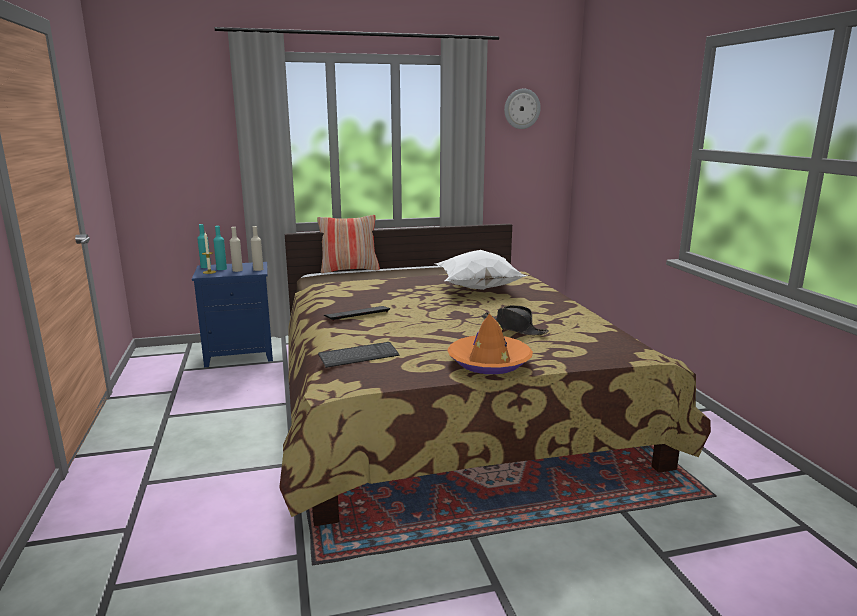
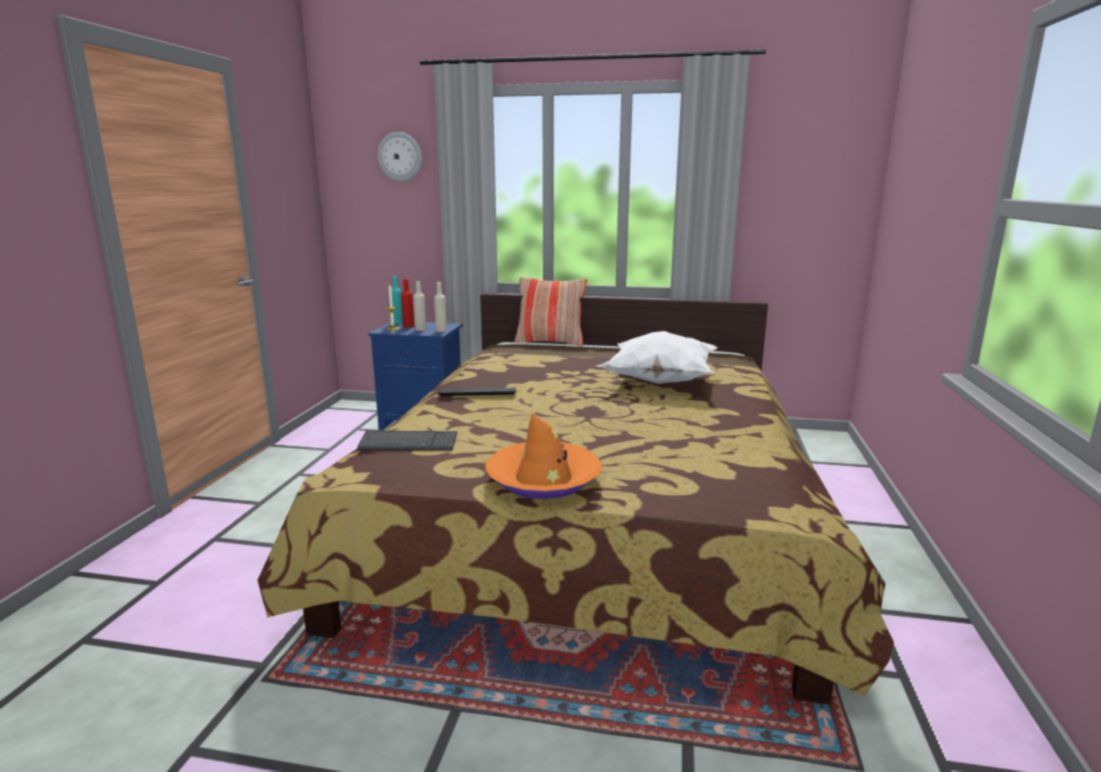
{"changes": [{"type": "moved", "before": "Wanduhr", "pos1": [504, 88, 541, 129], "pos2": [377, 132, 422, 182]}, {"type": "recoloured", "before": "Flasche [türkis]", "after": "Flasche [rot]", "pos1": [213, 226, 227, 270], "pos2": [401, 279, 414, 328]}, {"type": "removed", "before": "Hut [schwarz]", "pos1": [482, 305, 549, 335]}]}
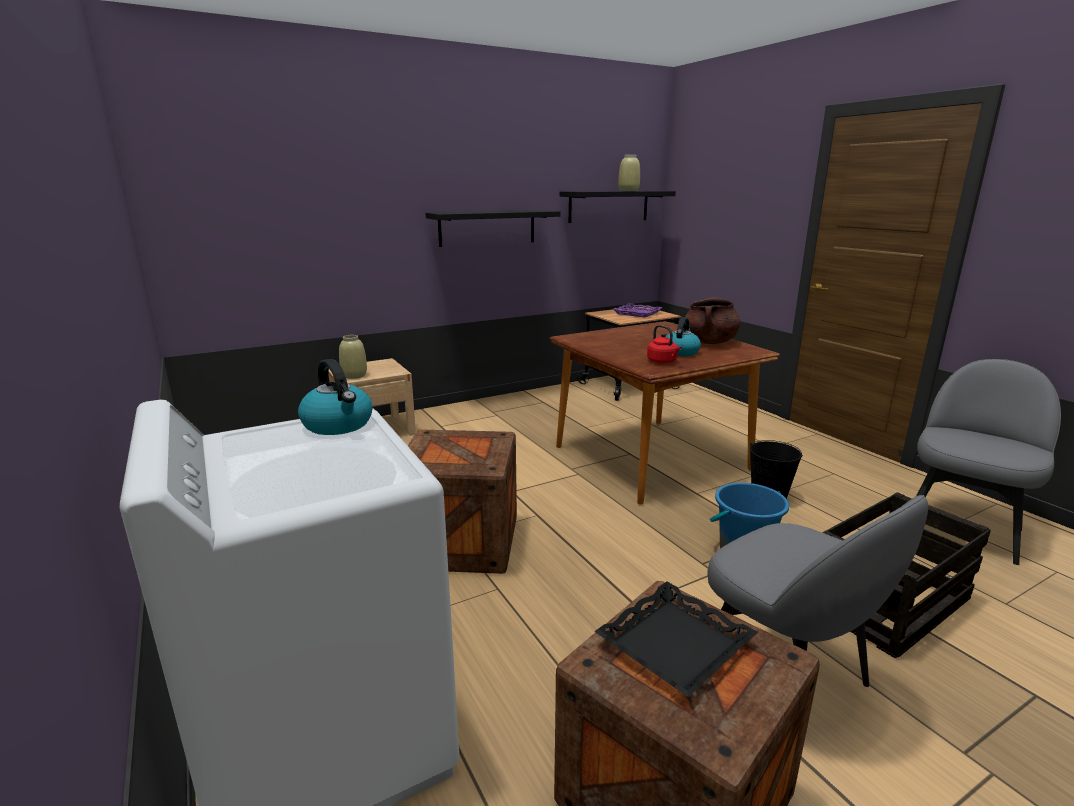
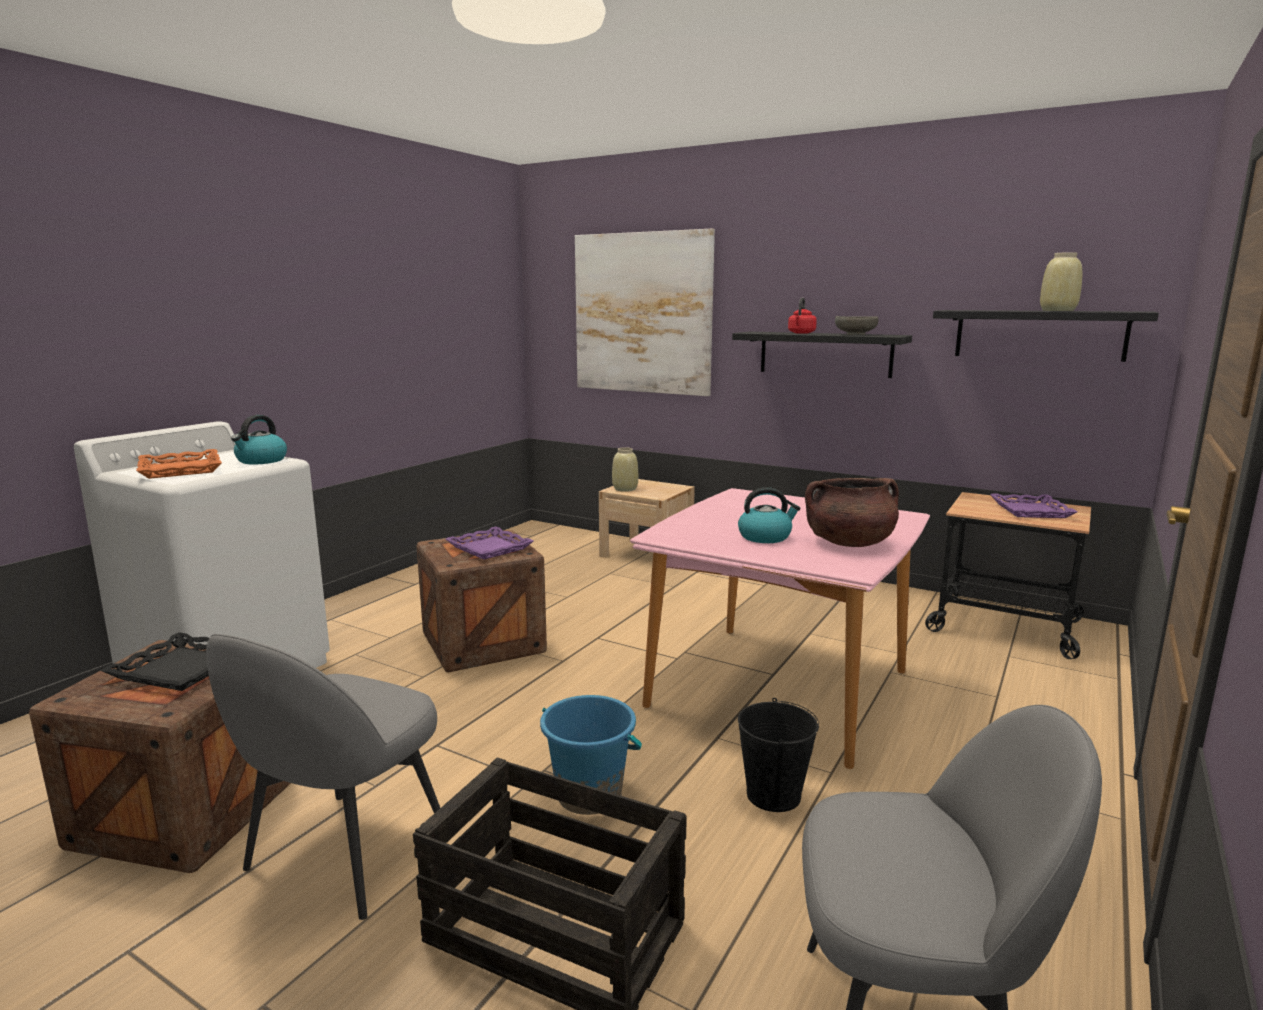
{"changes": [{"type": "recoloured", "before": "Esstisch [braun]", "after": "Esstisch [rosa]", "pos1": [550, 321, 780, 505], "pos2": [630, 488, 930, 769]}, {"type": "moved", "before": "Wasserkessel [rot]", "pos1": [647, 325, 681, 364], "pos2": [788, 298, 817, 334]}, {"type": "added", "after": "Bild", "pos2": [575, 229, 715, 396]}, {"type": "added", "after": "Schüssel [grau]", "pos2": [835, 316, 879, 335]}, {"type": "added", "after": "Tablett [orange]", "pos2": [136, 449, 222, 479]}, {"type": "added", "after": "Tablett [lila]", "pos2": [446, 526, 533, 560]}]}
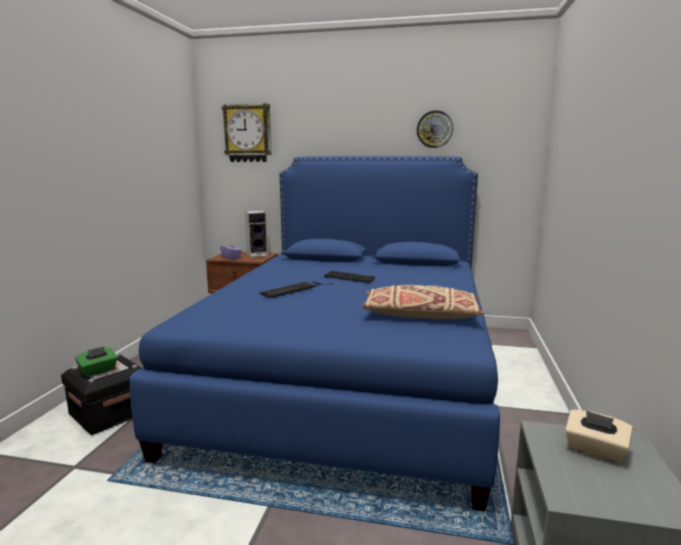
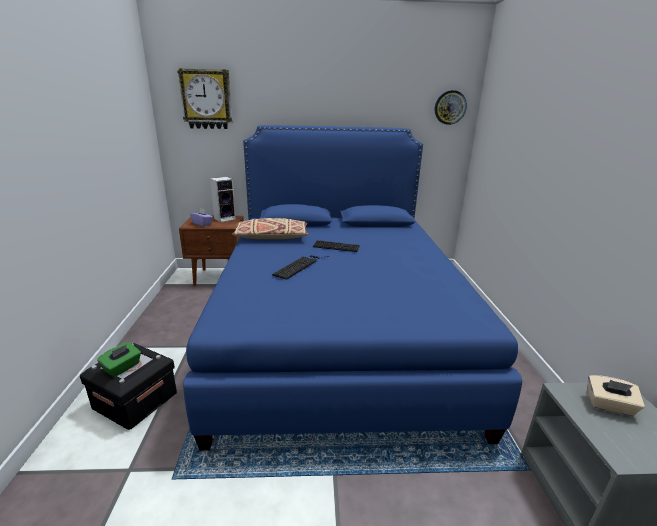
{"changes": [{"type": "moved", "before": "Wanduhr", "pos1": [417, 110, 453, 148], "pos2": [435, 90, 467, 125]}, {"type": "moved", "before": "Kissen [beige]", "pos1": [362, 285, 485, 319], "pos2": [232, 218, 309, 239]}]}
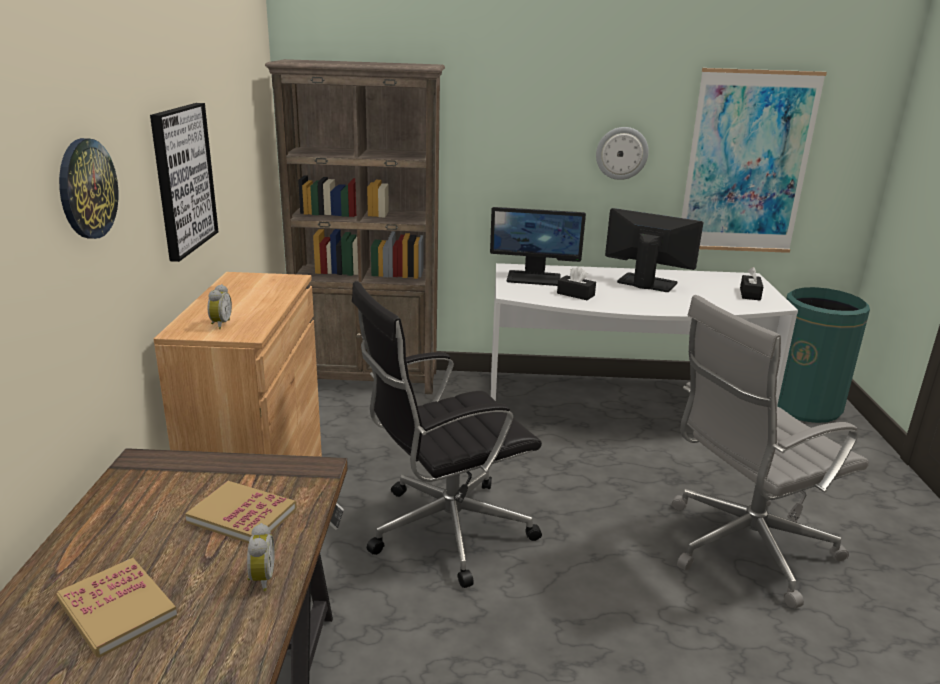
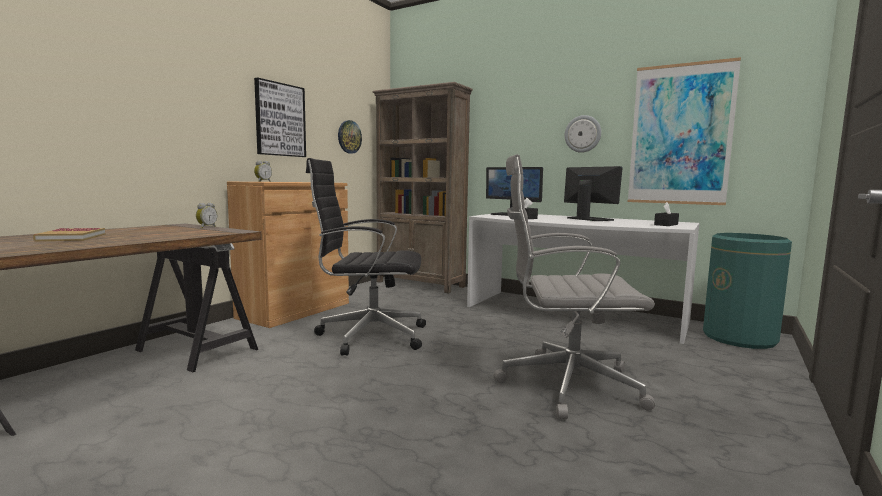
{"changes": [{"type": "moved", "before": "Wanduhr", "pos1": [59, 138, 118, 239], "pos2": [338, 120, 362, 154]}, {"type": "removed", "before": "Buch", "pos1": [185, 481, 297, 543]}, {"type": "moved", "before": "Wecker", "pos1": [247, 523, 275, 591], "pos2": [196, 203, 217, 228]}]}
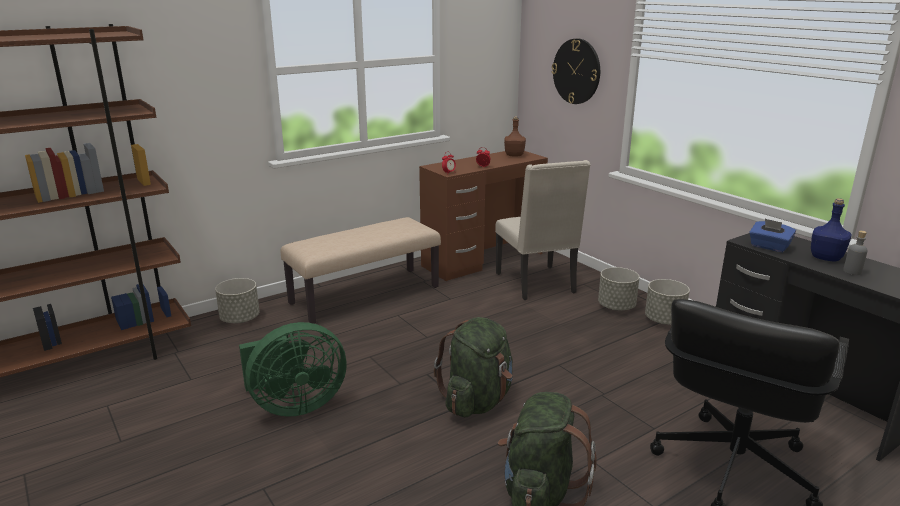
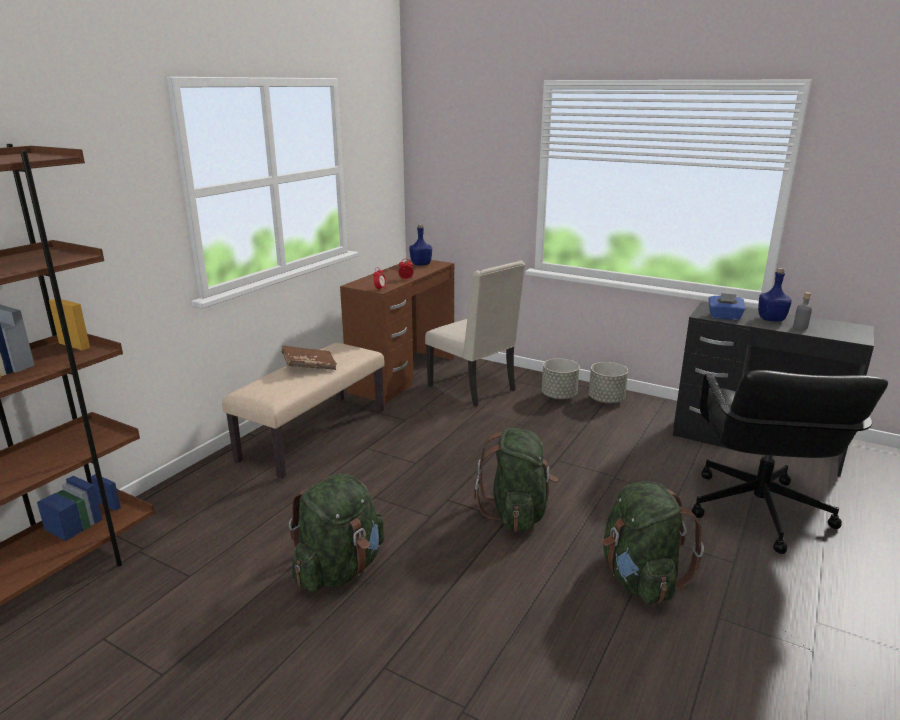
{"changes": [{"type": "removed", "before": "Wanduhr", "pos1": [552, 39, 600, 104]}, {"type": "recoloured", "before": "Flasche [braun]", "after": "Flasche [blau]", "pos1": [504, 116, 526, 156], "pos2": [409, 224, 432, 265]}, {"type": "removed", "before": "Pflanzkübel [grau]", "pos1": [215, 278, 260, 323]}, {"type": "replaced", "before": "Ventilator [grün]", "after": "Rucksack [grün]", "pos1": [239, 322, 347, 417], "pos2": [289, 474, 384, 592]}, {"type": "added", "after": "Buch [braun]", "pos2": [281, 345, 337, 370]}]}
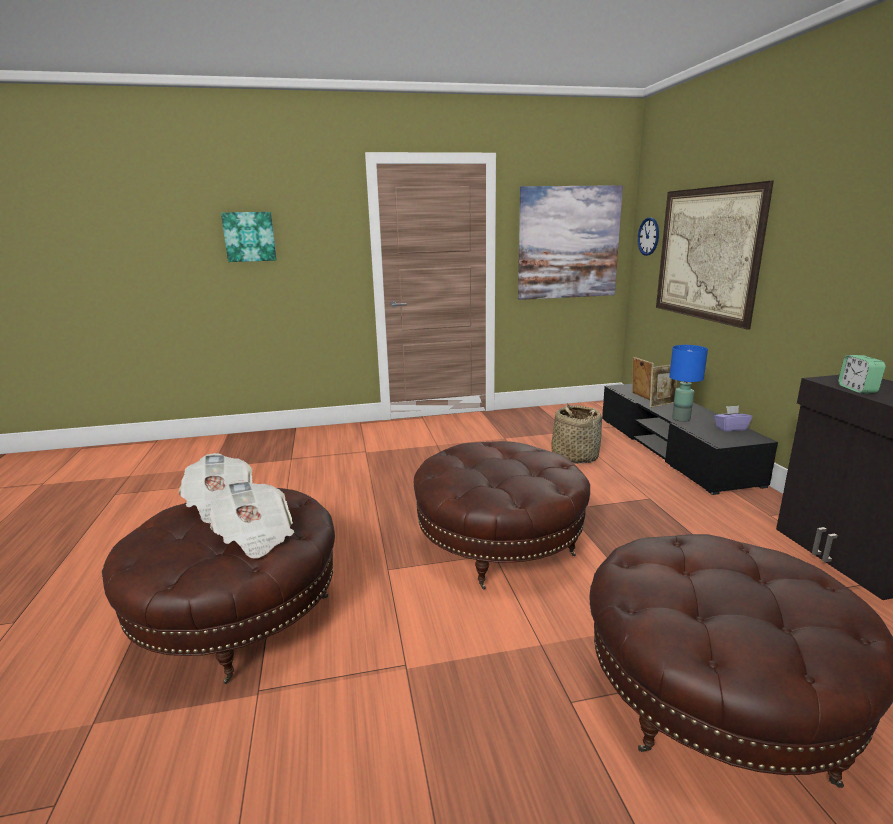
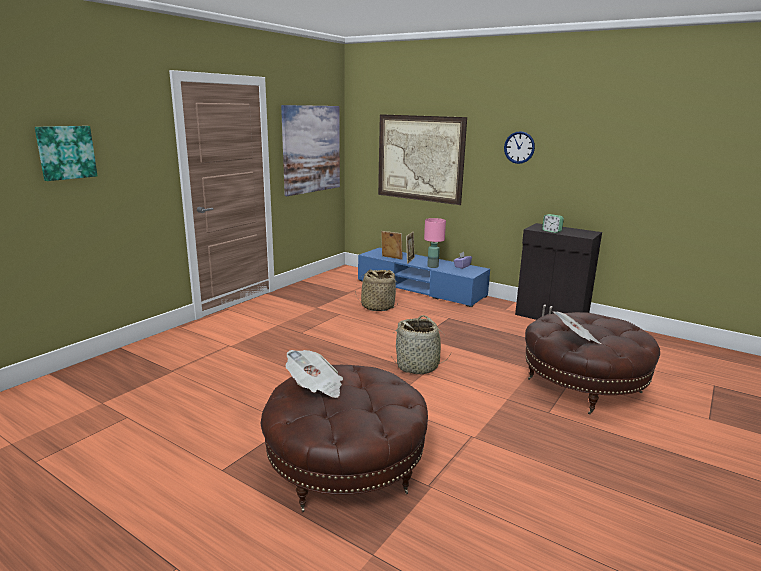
{"changes": [{"type": "moved", "before": "Wanduhr", "pos1": [638, 217, 659, 256], "pos2": [504, 131, 535, 164]}, {"type": "recoloured", "before": "Tischlampe [blau]", "after": "Tischlampe [rosa]", "pos1": [669, 345, 708, 422], "pos2": [424, 218, 446, 268]}, {"type": "recoloured", "before": "Fernsehschrank [schwarz]", "after": "Fernsehschrank [blau]", "pos1": [602, 384, 778, 495], "pos2": [358, 248, 490, 307]}, {"type": "replaced", "before": "Polsterhocker [braun]", "after": "Korb", "pos1": [414, 441, 590, 590], "pos2": [391, 315, 449, 374]}, {"type": "moved", "before": "Zeitung", "pos1": [210, 480, 294, 559], "pos2": [553, 311, 601, 344]}]}
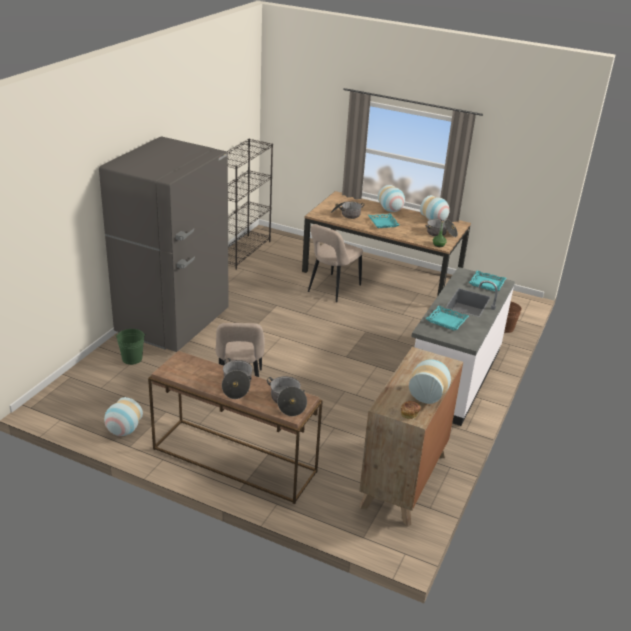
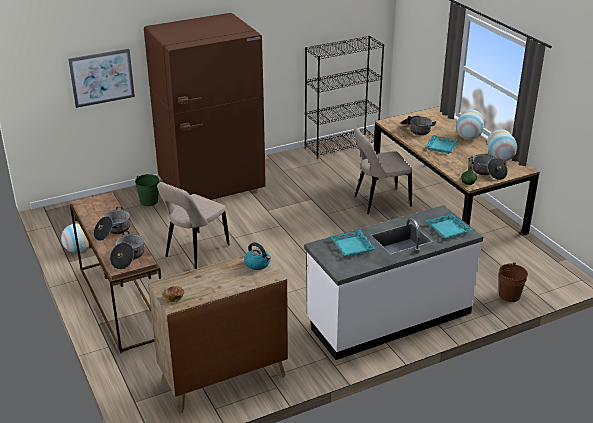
{"changes": [{"type": "recoloured", "before": "Kühlschrank [grau]", "after": "Kühlschrank [braun]", "pos1": [99, 136, 228, 352], "pos2": [144, 13, 266, 200]}, {"type": "removed", "before": "Vase", "pos1": [409, 359, 451, 404]}, {"type": "added", "after": "Bild", "pos2": [68, 49, 135, 108]}, {"type": "added", "after": "Wasserkessel", "pos2": [244, 242, 271, 270]}]}
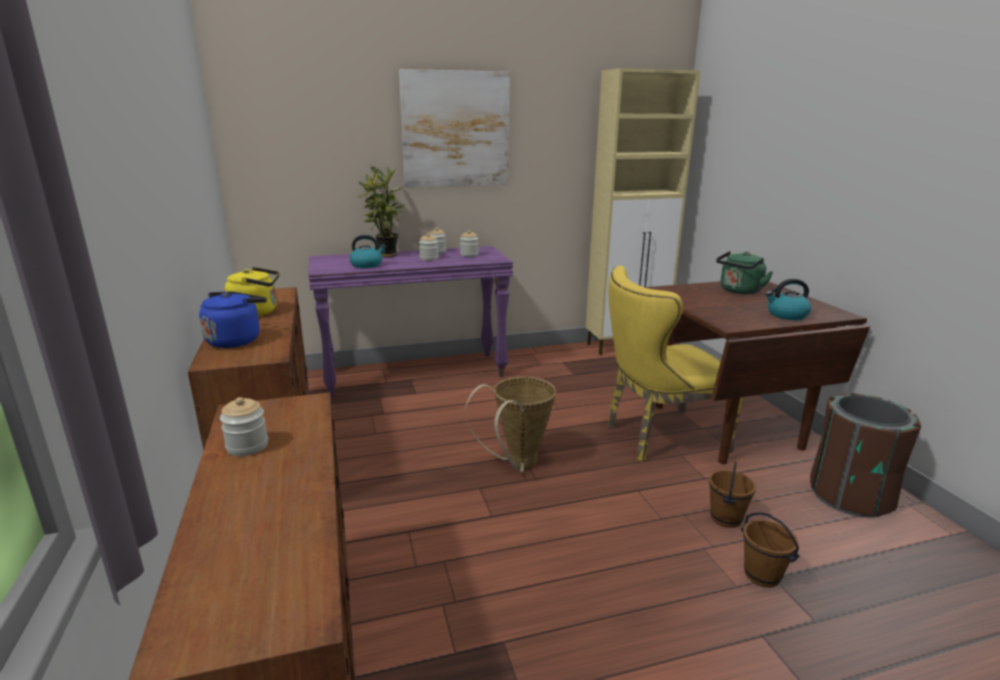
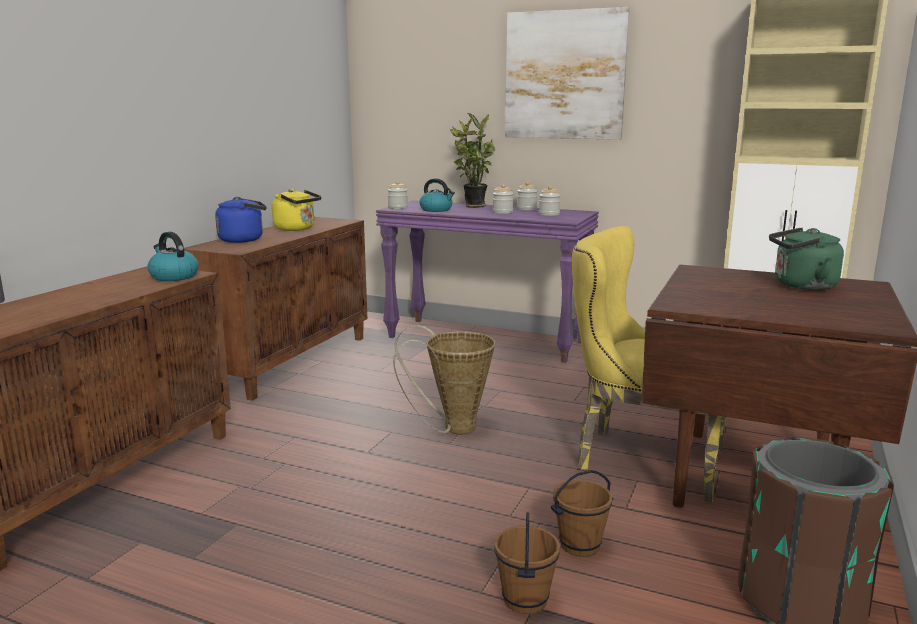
{"changes": [{"type": "moved", "before": "Wasserkessel", "pos1": [765, 279, 811, 320], "pos2": [148, 232, 199, 281]}, {"type": "moved", "before": "Vorratsglas", "pos1": [220, 397, 268, 456], "pos2": [388, 181, 408, 209]}]}
